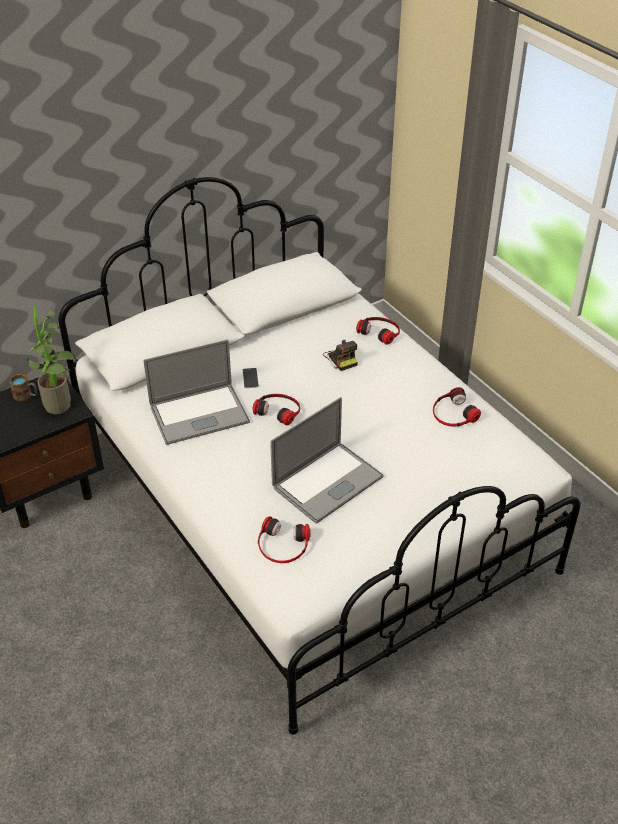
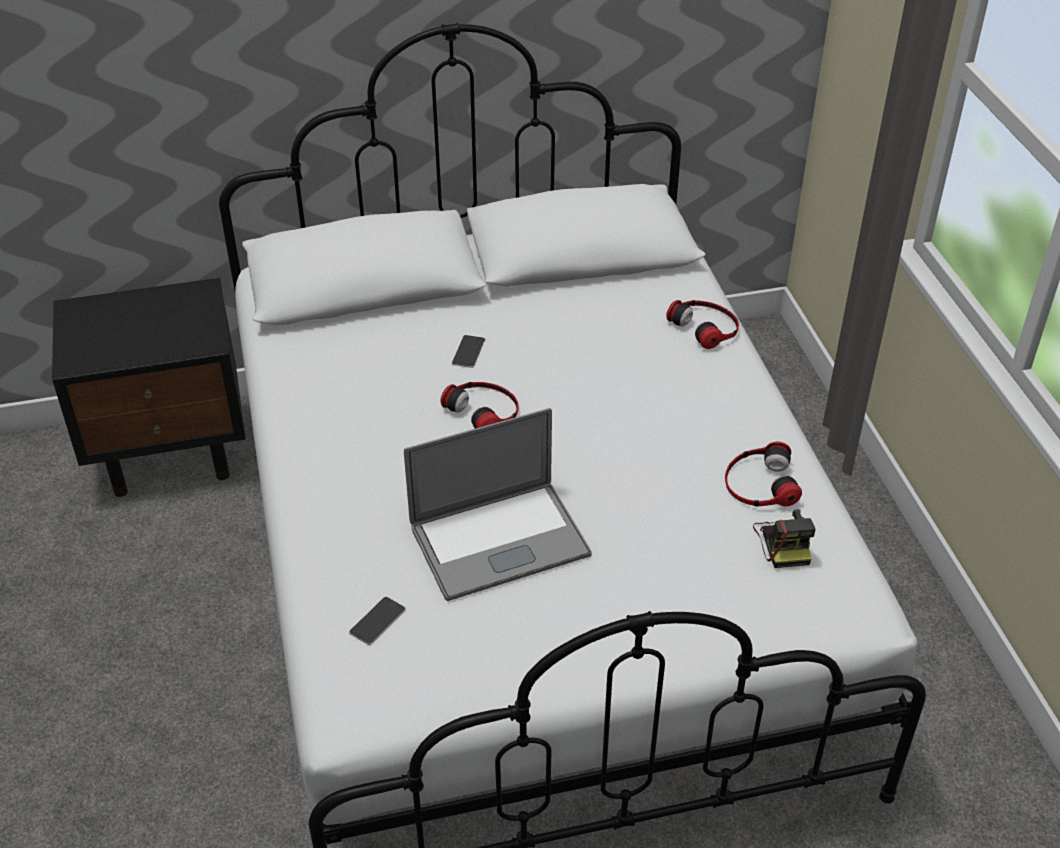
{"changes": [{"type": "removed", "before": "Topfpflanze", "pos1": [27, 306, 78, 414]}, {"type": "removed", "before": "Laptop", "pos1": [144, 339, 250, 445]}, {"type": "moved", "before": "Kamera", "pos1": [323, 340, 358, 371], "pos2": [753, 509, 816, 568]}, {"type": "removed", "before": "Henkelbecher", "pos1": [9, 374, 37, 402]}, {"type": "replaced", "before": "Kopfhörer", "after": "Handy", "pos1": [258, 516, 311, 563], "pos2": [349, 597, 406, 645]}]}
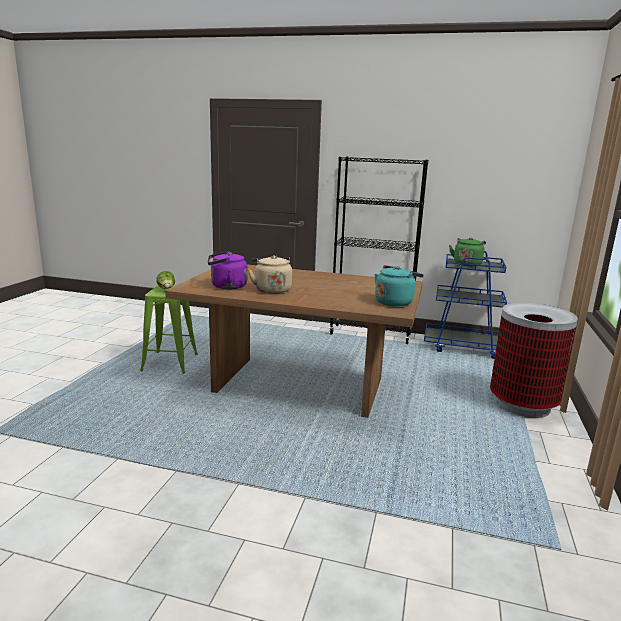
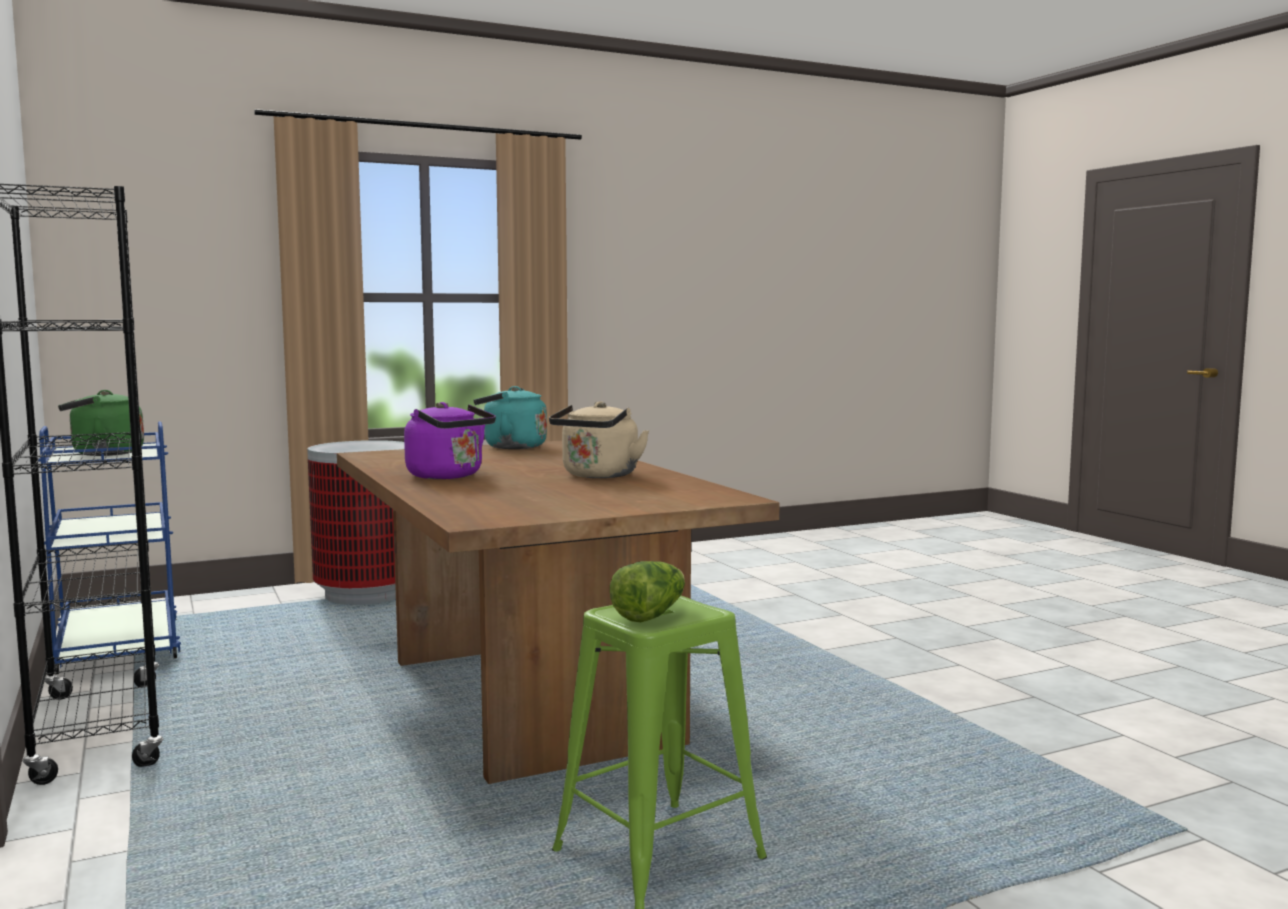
{"changes": [{"type": "moved", "before": "Wasserkessel [lila]", "pos1": [208, 251, 247, 289], "pos2": [404, 402, 496, 479]}]}
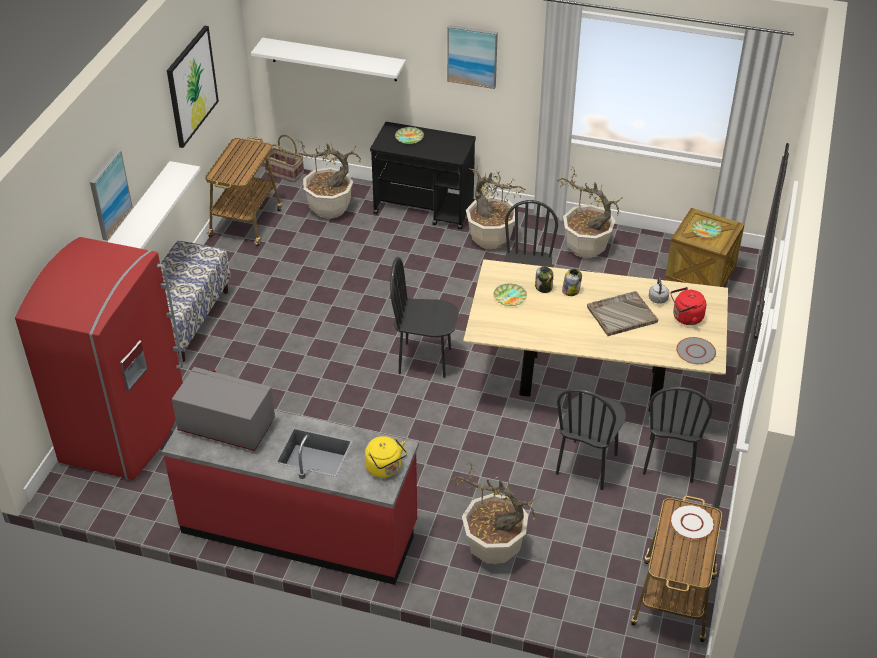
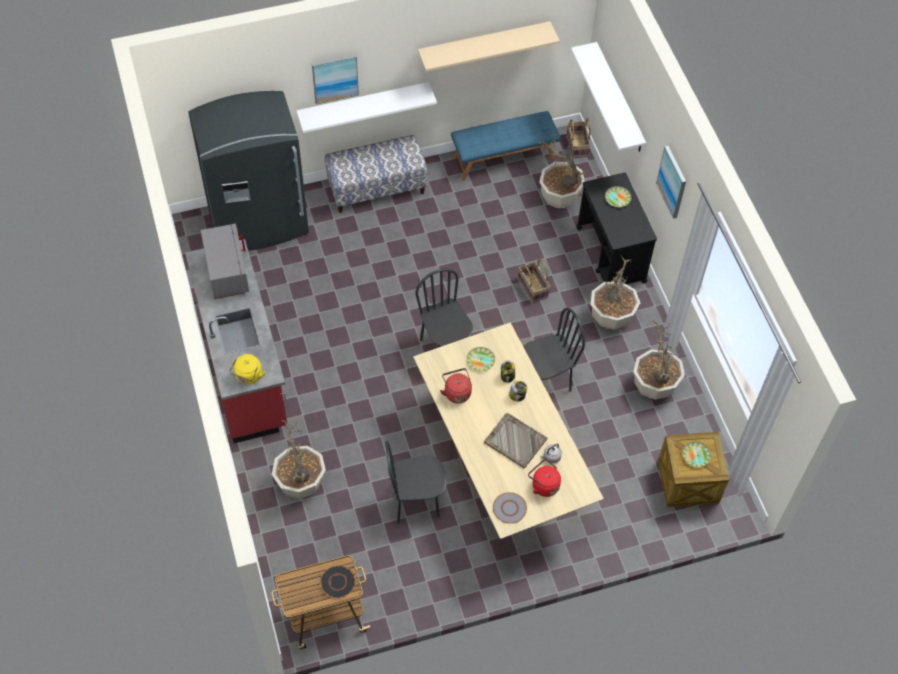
{"changes": [{"type": "replaced", "before": "Bild", "after": "Wandregal [beige]", "pos1": [167, 26, 219, 148], "pos2": [418, 21, 560, 72]}, {"type": "replaced", "before": "Rollwagen", "after": "Bank [blau]", "pos1": [205, 137, 282, 246], "pos2": [451, 111, 561, 181]}, {"type": "recoloured", "before": "Kühlschrank [rot]", "after": "Kühlschrank [grau]", "pos1": [15, 237, 183, 480], "pos2": [188, 91, 309, 251]}, {"type": "removed", "before": "Stuhl [schwarz]", "pos1": [643, 386, 713, 483]}, {"type": "recoloured", "before": "Teller [weiß]", "after": "Teller [schwarz]", "pos1": [670, 505, 715, 540], "pos2": [320, 565, 355, 598]}, {"type": "added", "after": "Korb", "pos2": [518, 259, 550, 303]}, {"type": "added", "after": "Wasserkessel [rot]", "pos2": [440, 368, 472, 403]}]}
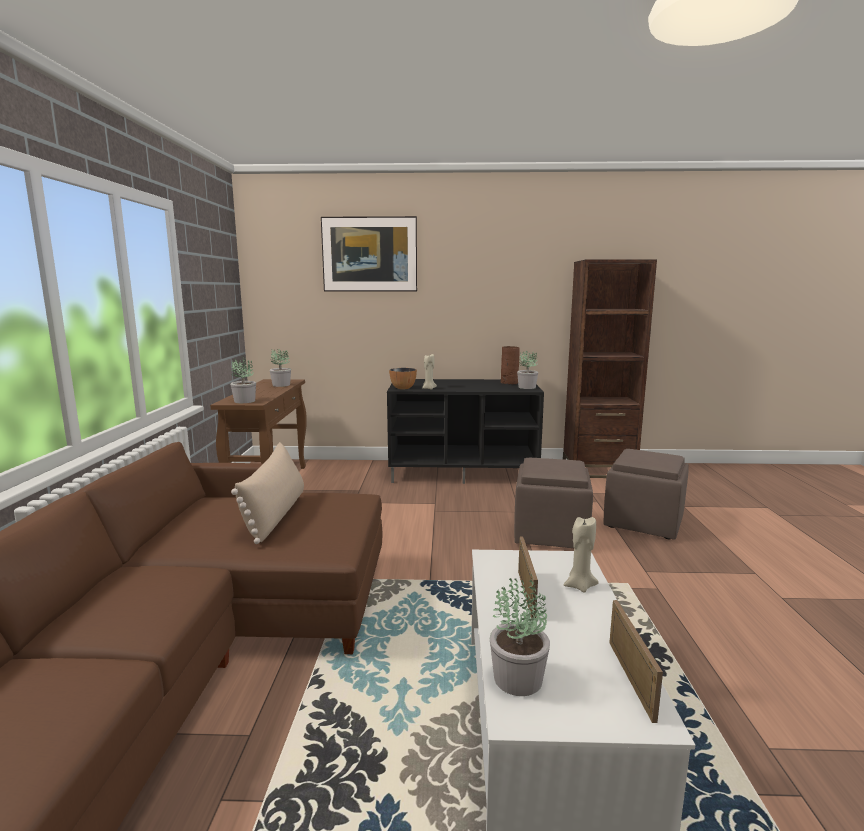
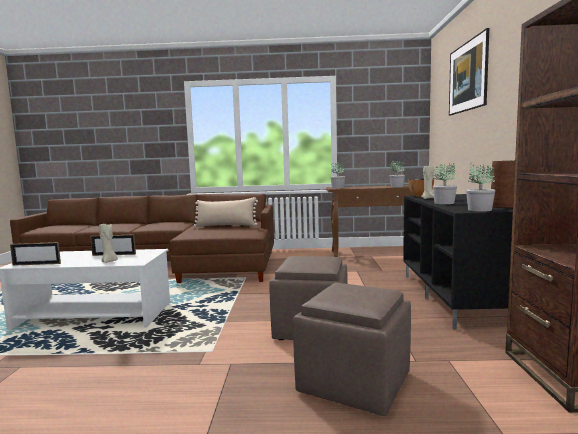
{"changes": [{"type": "moved", "before": "Topfpflanze", "pos1": [490, 574, 550, 696], "pos2": [433, 163, 457, 204]}]}
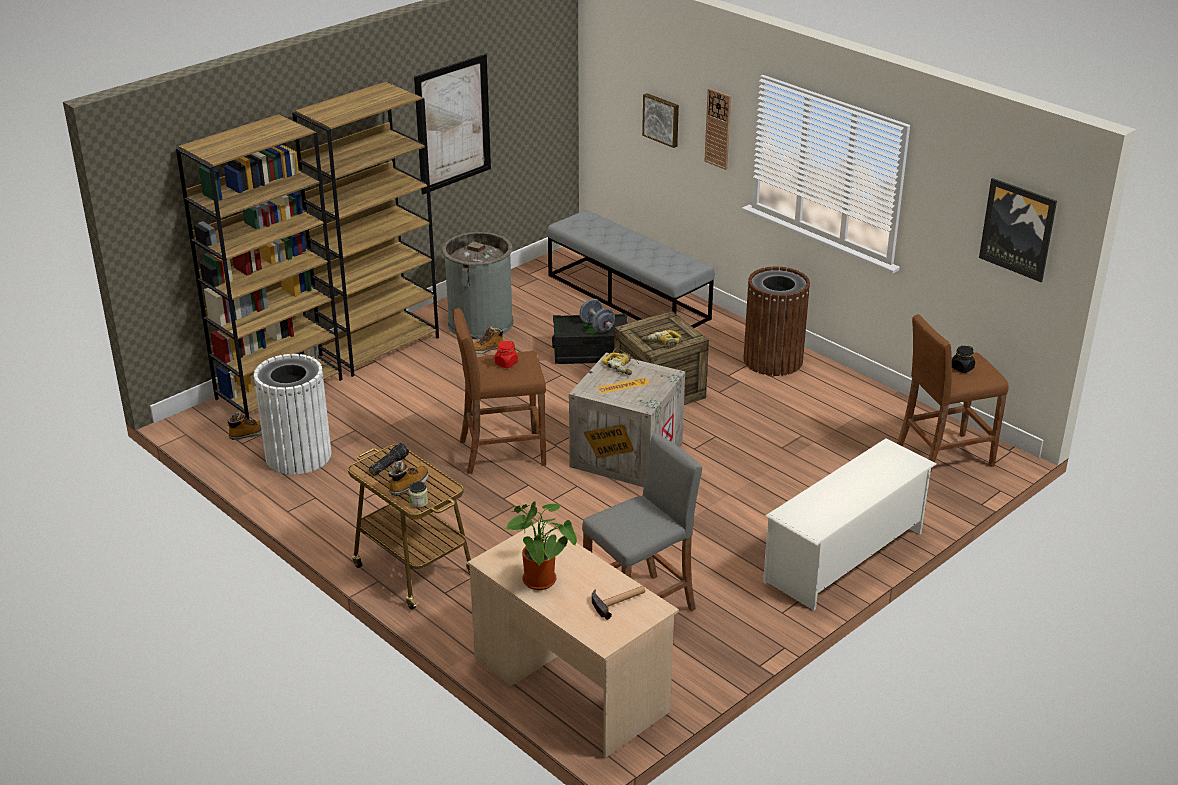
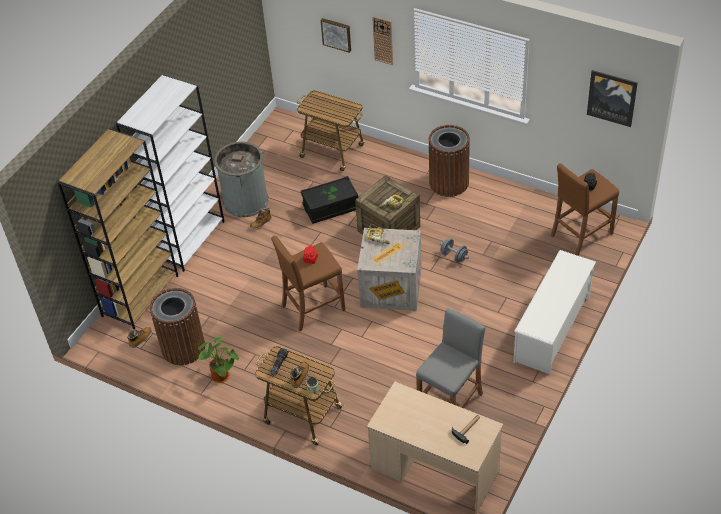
{"changes": [{"type": "removed", "before": "Bild", "pos1": [414, 54, 491, 195]}, {"type": "recoloured", "before": "Bücherregal [braun]", "after": "Bücherregal [weiß]", "pos1": [292, 82, 439, 377], "pos2": [116, 75, 225, 272]}, {"type": "replaced", "before": "Bank [grau]", "after": "Rollwagen", "pos1": [547, 210, 715, 328], "pos2": [297, 90, 364, 171]}, {"type": "moved", "before": "Hantel [grau]", "pos1": [579, 299, 615, 333], "pos2": [440, 238, 469, 263]}, {"type": "recoloured", "before": "Mülleimer [weiß]", "after": "Mülleimer [braun]", "pos1": [254, 354, 331, 475], "pos2": [150, 288, 205, 365]}, {"type": "moved", "before": "Topfpflanze", "pos1": [504, 501, 577, 590], "pos2": [198, 336, 239, 383]}]}
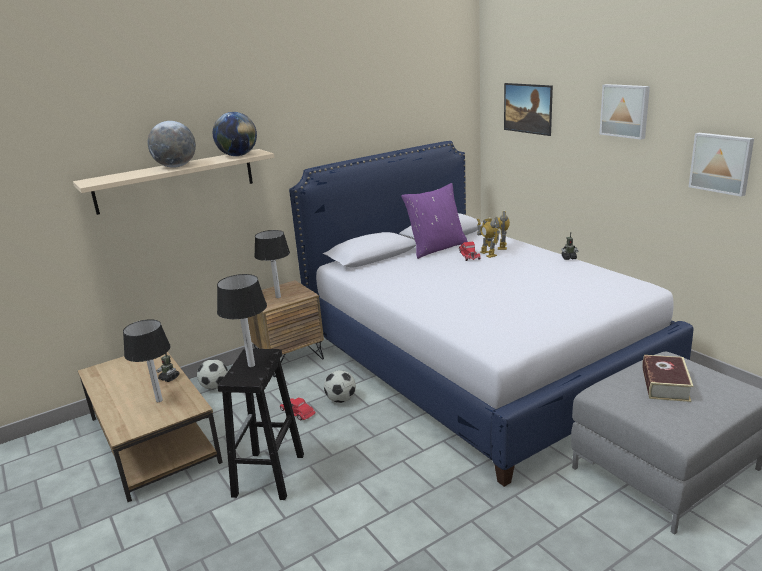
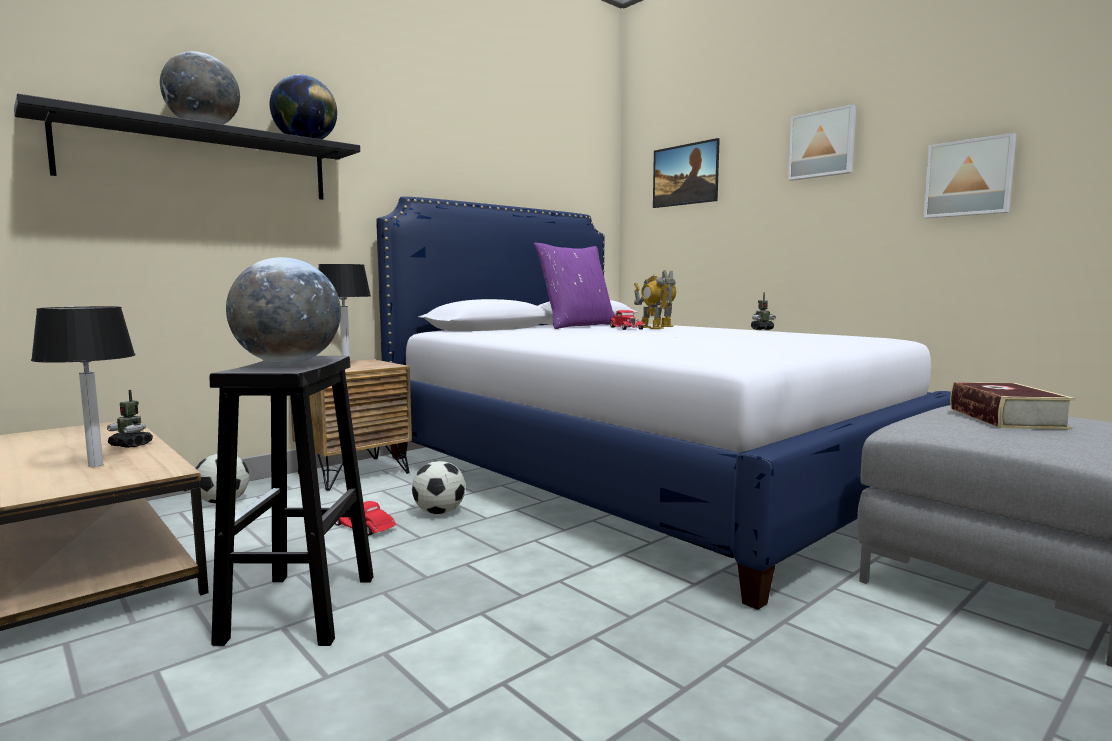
{"changes": [{"type": "recoloured", "before": "Wandregal [beige]", "after": "Wandregal [schwarz]", "pos1": [73, 149, 274, 215], "pos2": [14, 94, 360, 200]}, {"type": "replaced", "before": "Tischlampe", "after": "Globus", "pos1": [217, 274, 267, 367], "pos2": [226, 257, 341, 364]}]}
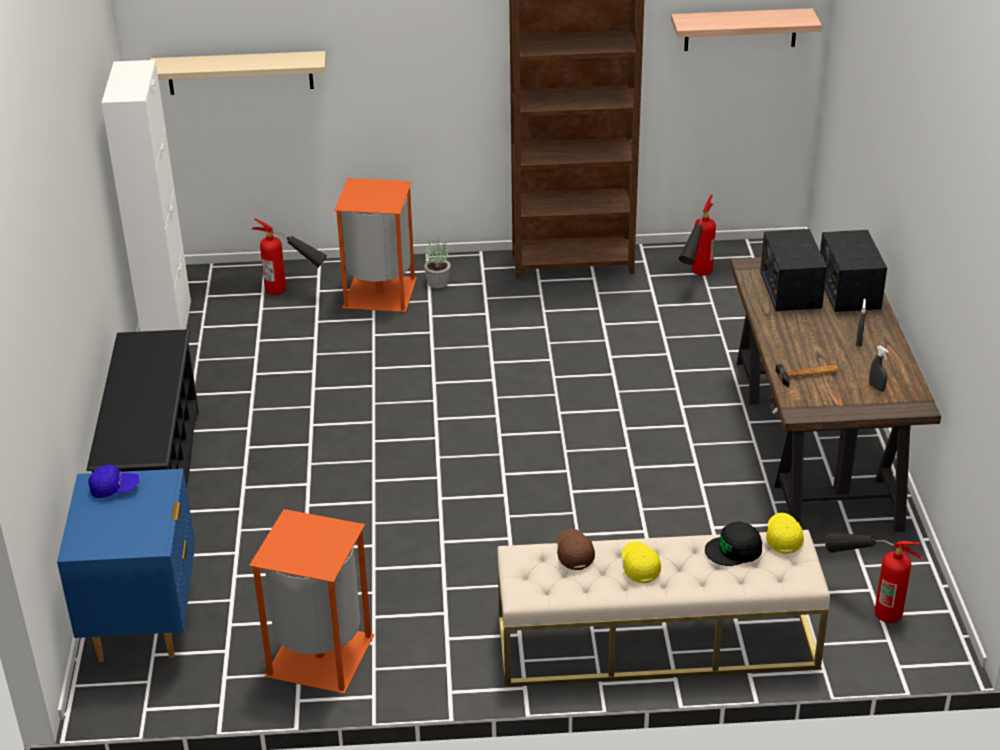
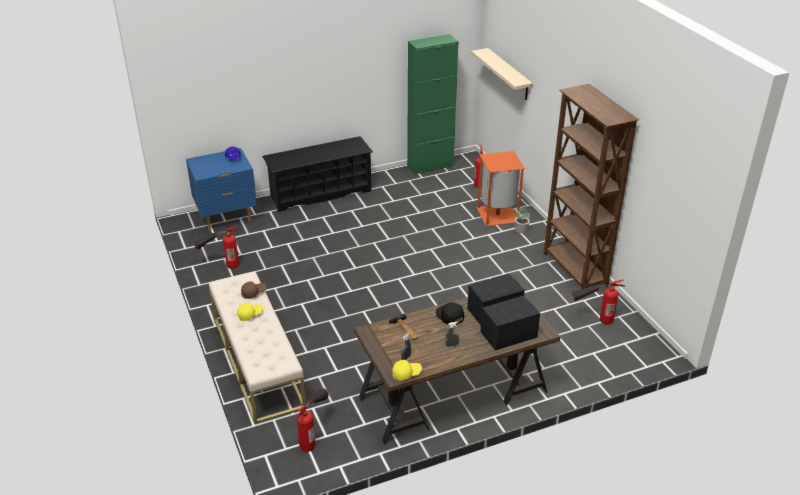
{"changes": [{"type": "removed", "before": "Wandregal", "pos1": [671, 8, 822, 51]}, {"type": "recoloured", "before": "Schrank [weiß]", "after": "Schrank [grün]", "pos1": [102, 60, 191, 332], "pos2": [407, 34, 458, 175]}, {"type": "replaced", "before": "Mülleimer [orange]", "after": "Feuerlöscher", "pos1": [249, 509, 374, 694], "pos2": [193, 225, 240, 269]}, {"type": "moved", "before": "Kappe [gelb]", "pos1": [766, 513, 804, 554], "pos2": [393, 360, 422, 381]}, {"type": "moved", "before": "Kappe [schwarz]", "pos1": [705, 522, 762, 566], "pos2": [436, 302, 464, 325]}]}
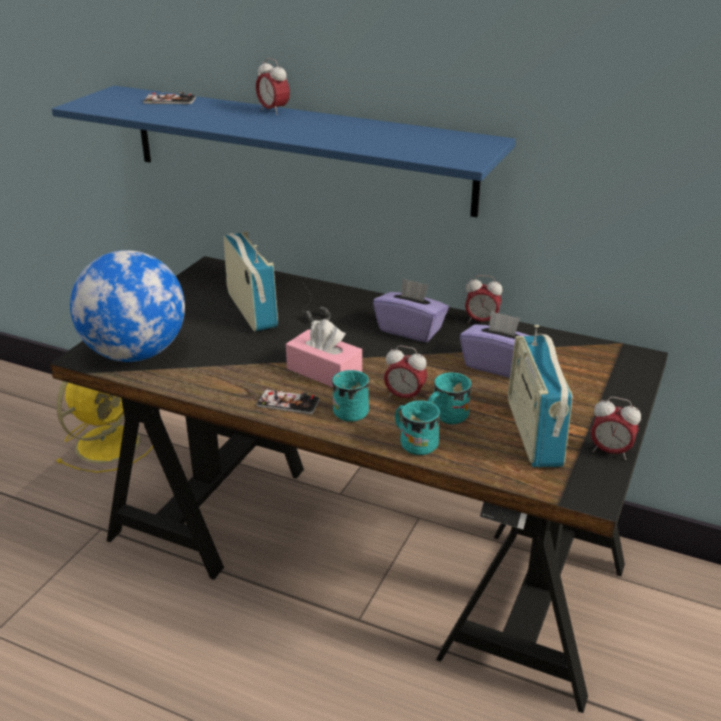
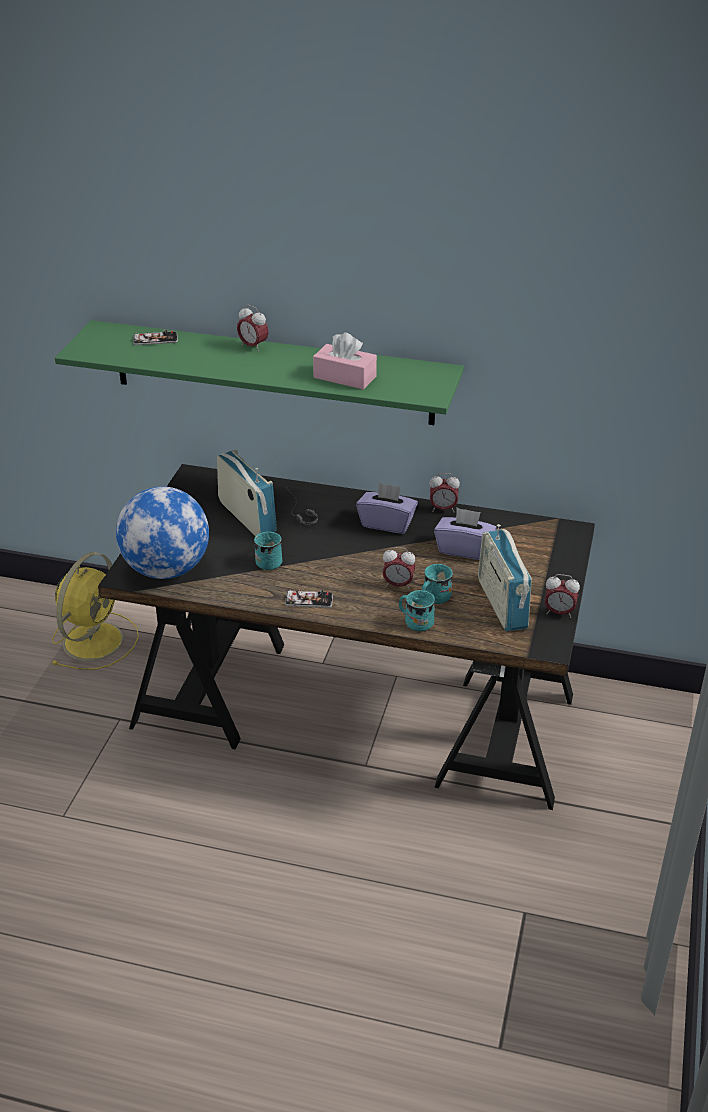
{"changes": [{"type": "recoloured", "before": "Wandregal [blau]", "after": "Wandregal [grün]", "pos1": [52, 86, 516, 217], "pos2": [55, 320, 464, 425]}, {"type": "moved", "before": "Taschentuchbox [rosa]", "pos1": [286, 319, 362, 387], "pos2": [313, 332, 377, 390]}, {"type": "moved", "before": "Henkelbecher [türkis]", "pos1": [332, 370, 369, 422], "pos2": [254, 532, 282, 570]}]}
